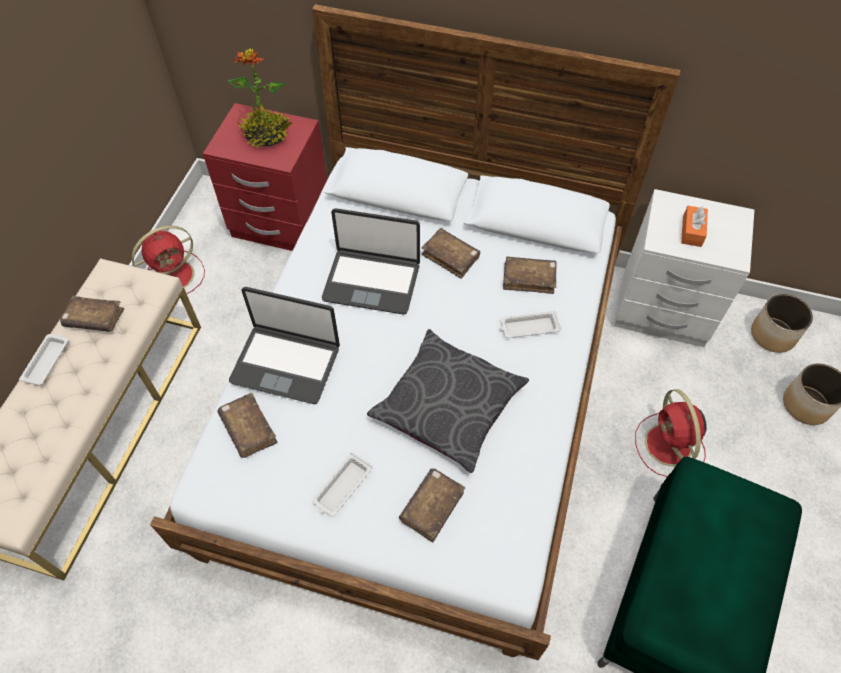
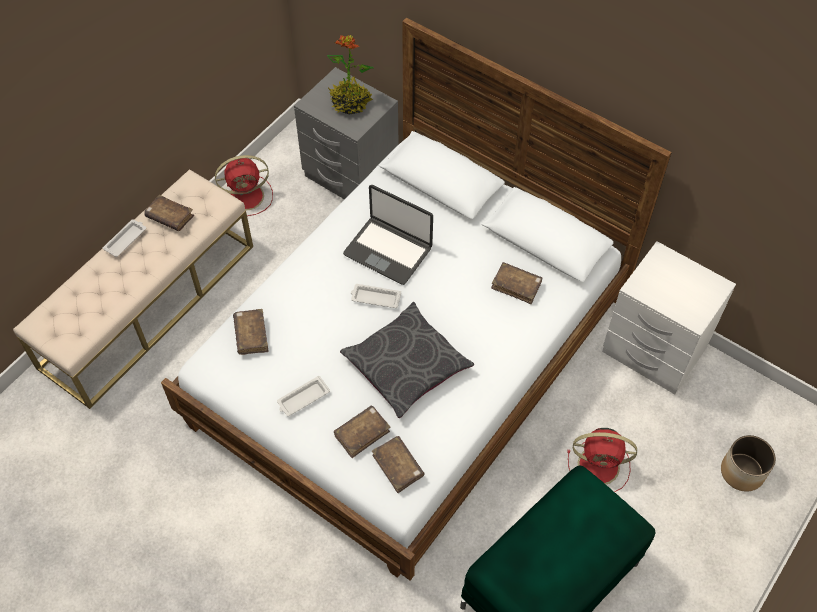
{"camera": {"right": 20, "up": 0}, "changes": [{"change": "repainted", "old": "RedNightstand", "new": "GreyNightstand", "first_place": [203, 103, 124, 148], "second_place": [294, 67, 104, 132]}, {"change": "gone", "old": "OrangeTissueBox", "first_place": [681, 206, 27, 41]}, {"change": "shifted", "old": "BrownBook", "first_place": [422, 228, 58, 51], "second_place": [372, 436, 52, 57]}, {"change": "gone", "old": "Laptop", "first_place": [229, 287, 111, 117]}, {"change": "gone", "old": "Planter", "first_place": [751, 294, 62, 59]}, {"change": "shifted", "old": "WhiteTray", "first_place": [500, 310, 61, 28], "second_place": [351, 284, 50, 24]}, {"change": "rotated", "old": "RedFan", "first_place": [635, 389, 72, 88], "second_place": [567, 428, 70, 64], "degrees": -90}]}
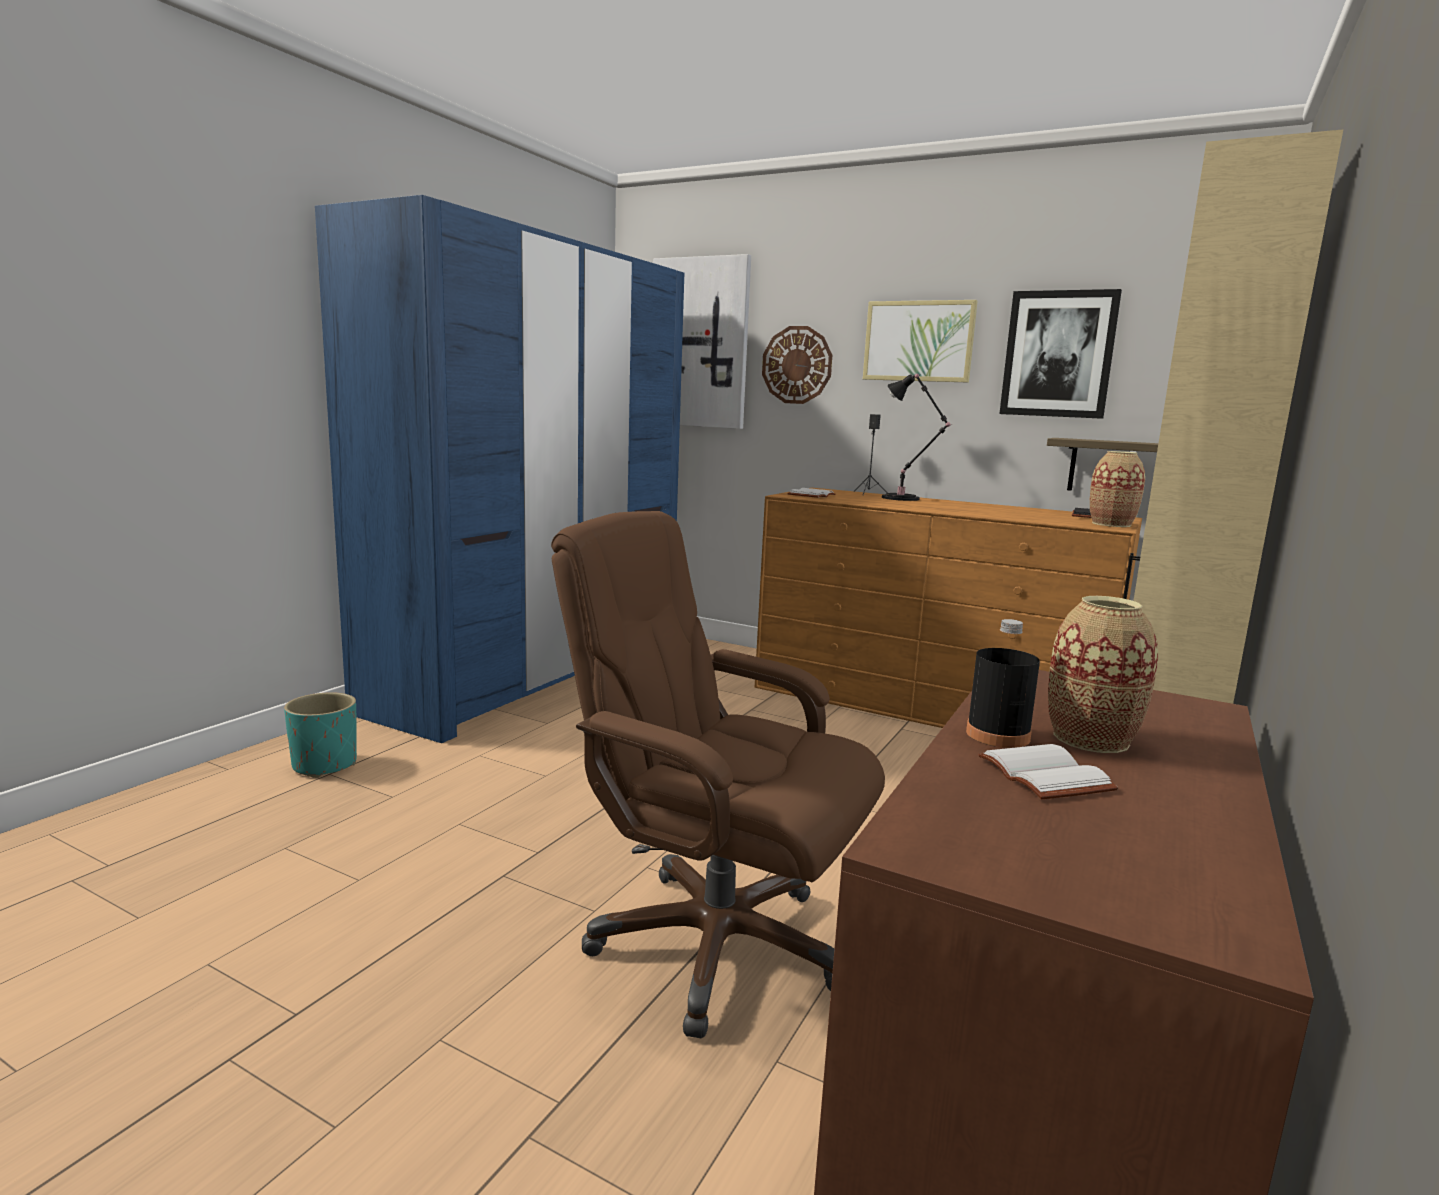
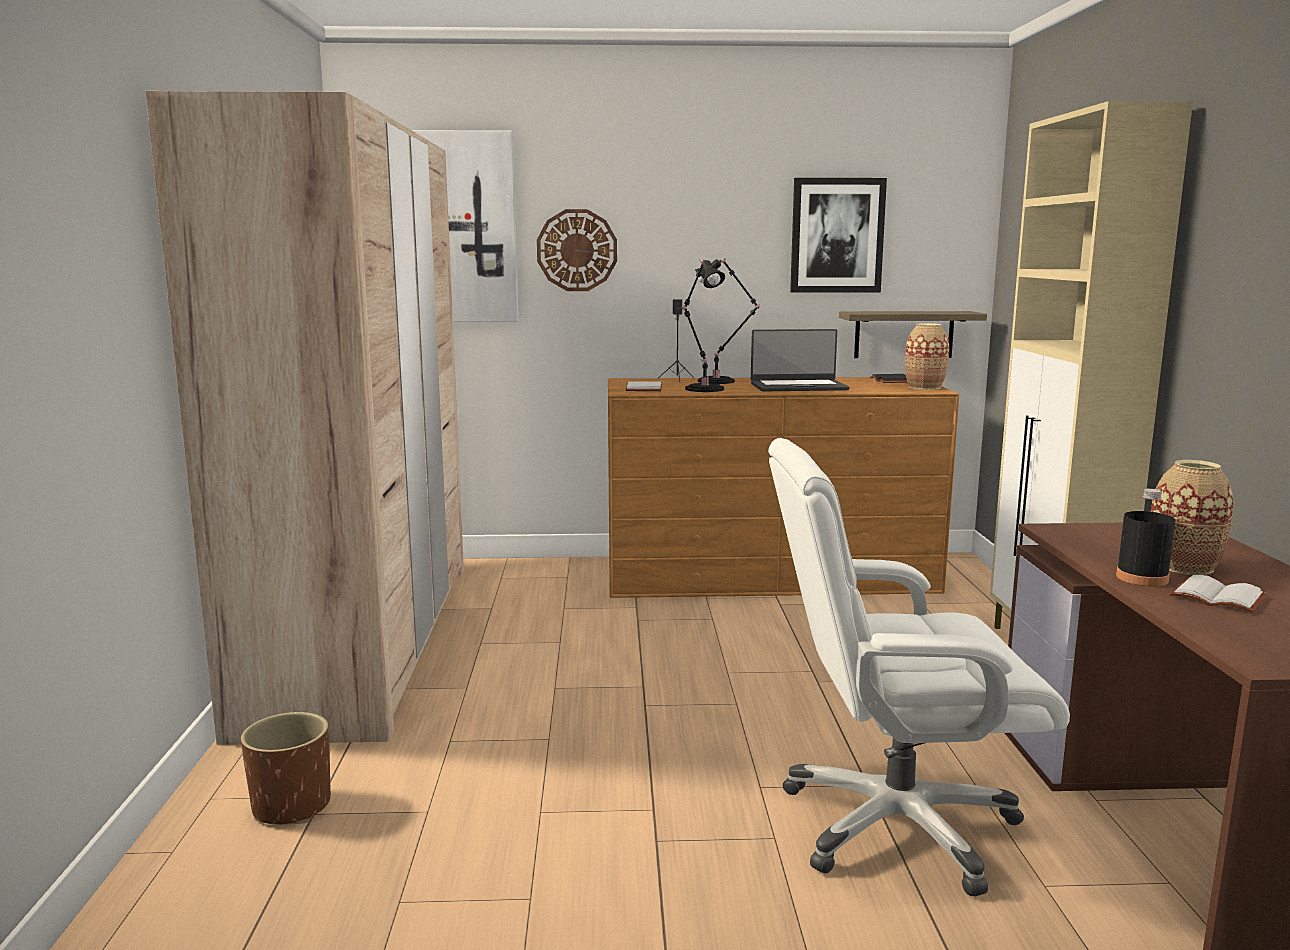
{"camera": {"right": -30, "up": 0}, "changes": [{"change": "repainted", "old": "BlueWardrobe", "new": "BeigeWardrobe", "first_place": [315, 195, 369, 548], "second_place": [145, 91, 319, 654]}, {"change": "gone", "old": "Picture", "first_place": [863, 300, 115, 83]}, {"change": "repainted", "old": "BrownOfficeChair", "new": "WhiteOfficeChair", "first_place": [551, 511, 334, 528], "second_place": [768, 438, 302, 459]}, {"change": "repainted", "old": "TurquoisePlanter", "new": "BrownPlanter", "first_place": [284, 692, 73, 86], "second_place": [241, 712, 90, 113]}, {"change": "new", "new": "BlackTableLamp", "second_place": [680, 259, 45, 133]}, {"change": "new", "new": "Laptop", "second_place": [751, 329, 99, 62]}]}
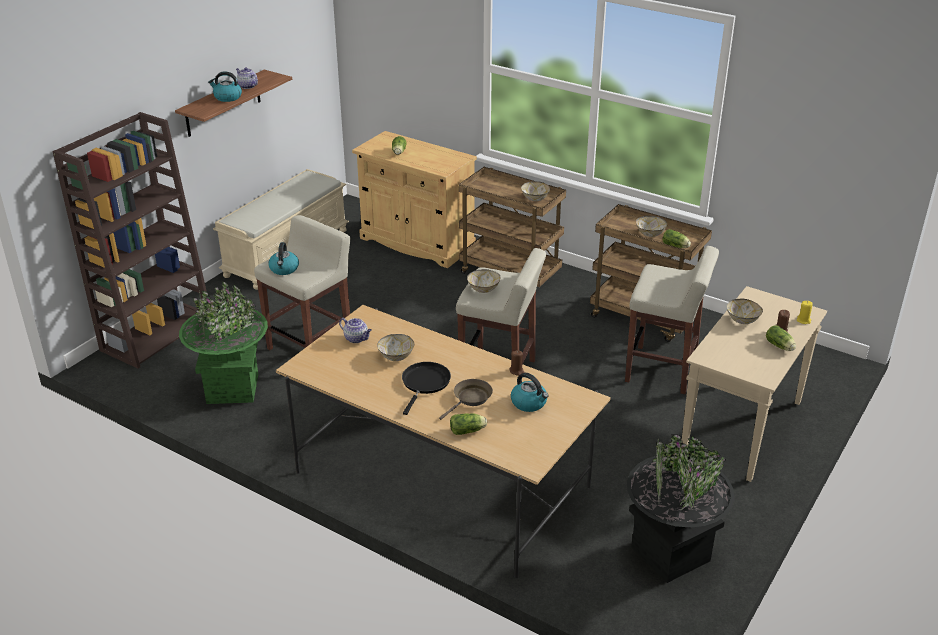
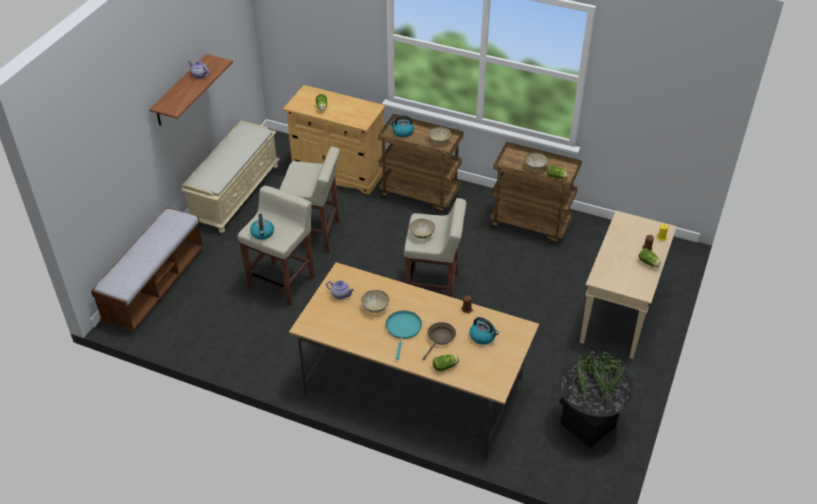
{"camera": {"right": -10, "up": 10}, "changes": [{"change": "shifted", "old": "Kettle", "first_place": [208, 71, 34, 31], "second_place": [389, 115, 25, 22]}, {"change": "swapped", "old": "BrownBookcase", "new": "Bench", "first_place": [52, 112, 156, 256], "second_place": [91, 207, 113, 124]}, {"change": "shifted", "old": "BeigeStool", "first_place": [625, 246, 94, 148], "second_place": [279, 147, 61, 106]}, {"change": "gone", "old": "GreenPlanter", "first_place": [179, 282, 89, 122]}, {"change": "gone", "old": "Bowl", "first_place": [727, 299, 36, 25]}, {"change": "repainted", "old": "BlackFryingPan", "new": "TurquoiseFryingPan", "first_place": [402, 362, 49, 53], "second_place": [386, 311, 36, 49]}]}
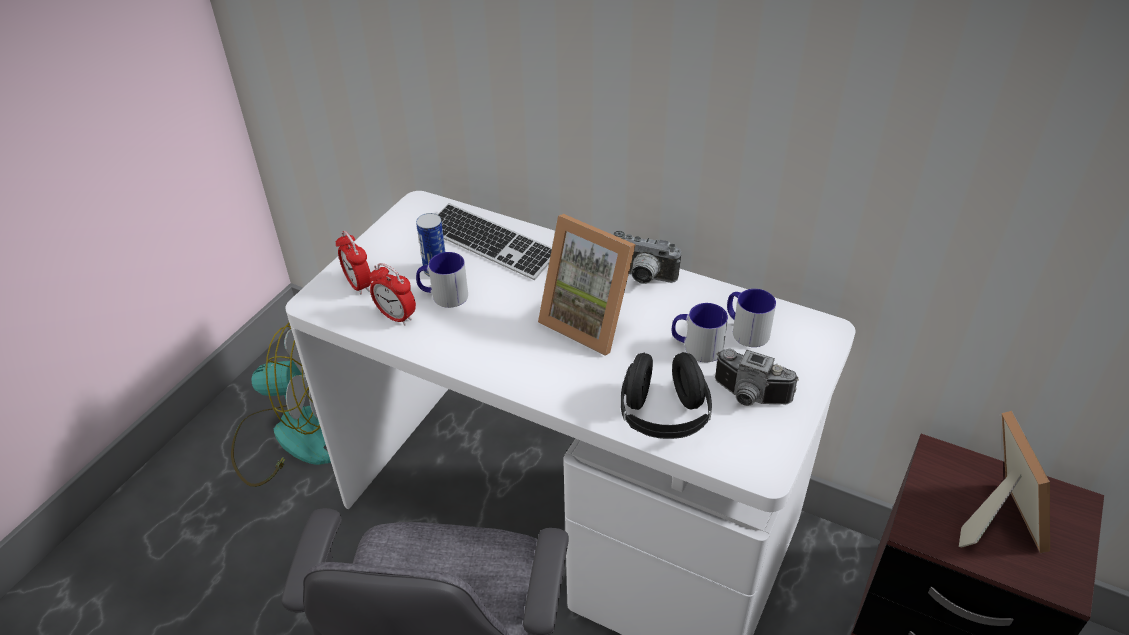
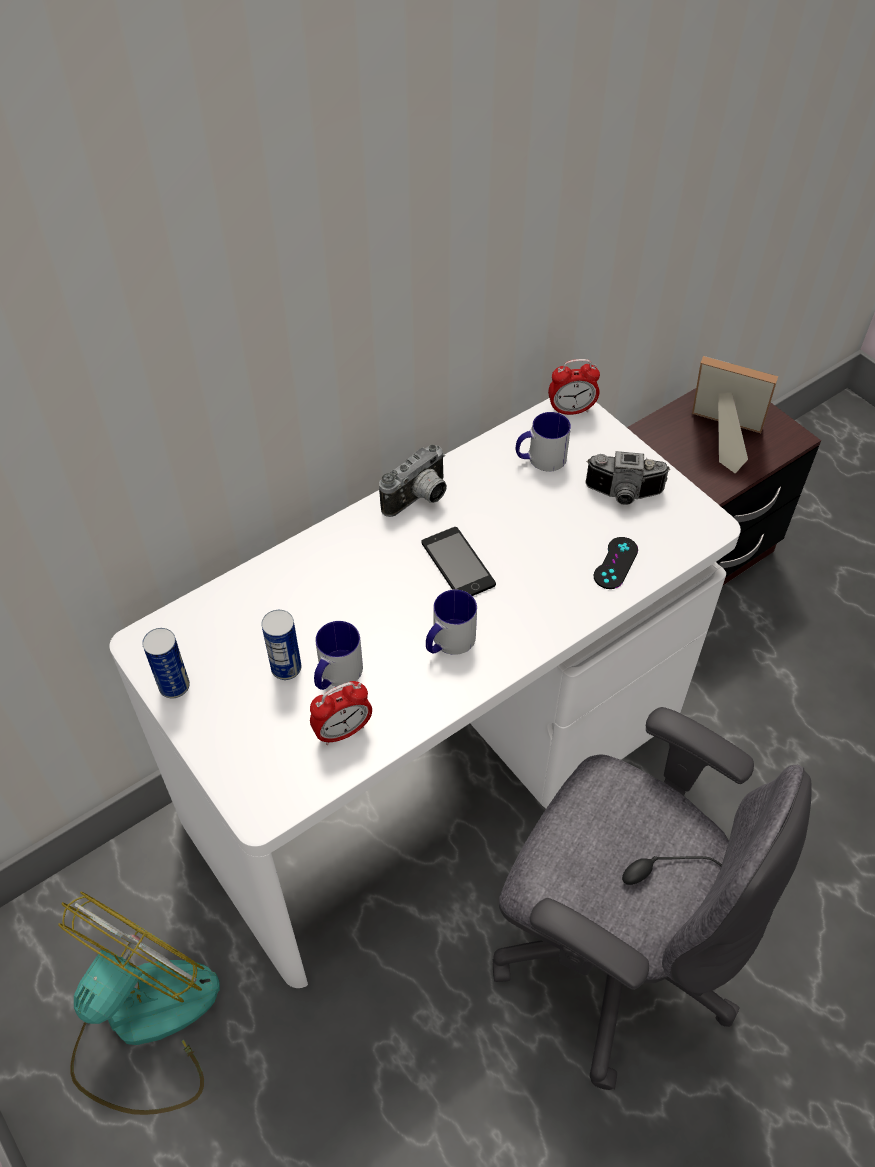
{"camera": {"right": -65, "up": 10}, "changes": [{"change": "gone", "old": "Keyboard", "first_place": [437, 203, 115, 77]}, {"change": "swapped", "old": "PictureFrame", "new": "Phone", "first_place": [538, 214, 98, 142], "second_place": [421, 527, 75, 69]}, {"change": "shifted", "old": "AlarmClock", "first_place": [336, 231, 36, 64], "second_place": [548, 359, 52, 56]}, {"change": "shifted", "old": "Mug", "first_place": [672, 303, 56, 59], "second_place": [426, 589, 51, 66]}, {"change": "rotated", "old": "PhotoCamera", "first_place": [715, 349, 84, 57], "second_place": [585, 451, 85, 54], "degrees": 45}, {"change": "swapped", "old": "BlackHeadphones", "new": "BlackGameController", "first_place": [621, 352, 91, 87], "second_place": [594, 537, 44, 52]}, {"change": "new", "new": "Can", "second_place": [142, 628, 48, 70]}]}
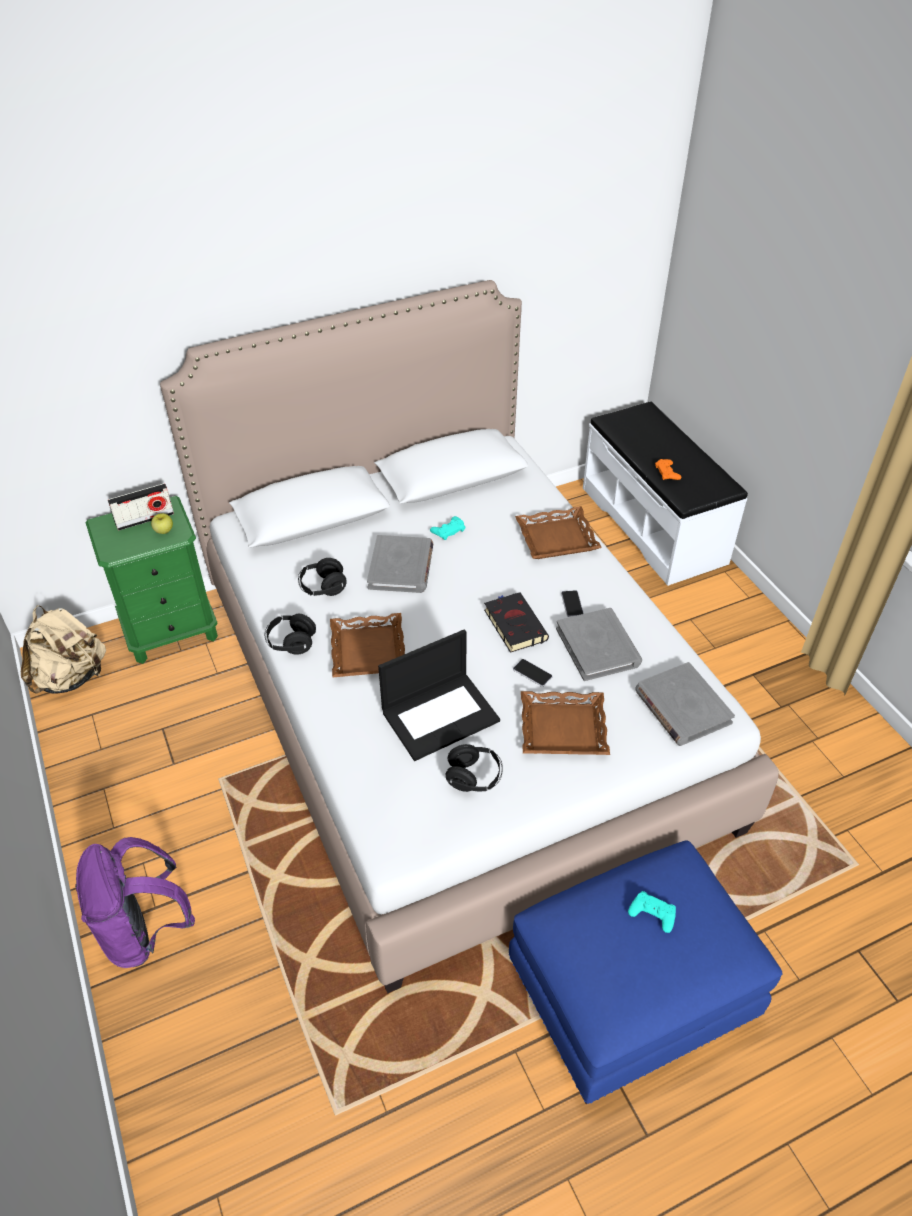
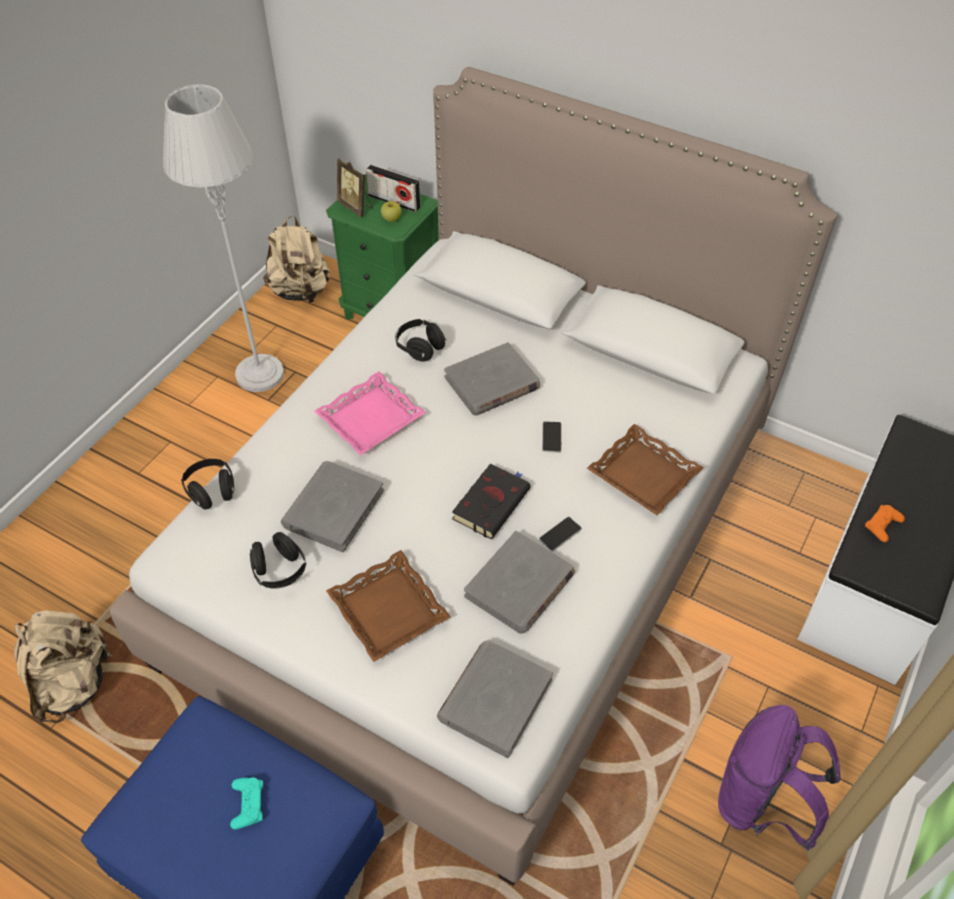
{"camera": {"right": 55, "up": 5}, "changes": [{"change": "gone", "old": "TurquoiseGameController", "first_place": [430, 516, 36, 24]}, {"change": "repainted", "old": "BrownTray", "new": "PinkTray", "first_place": [330, 613, 75, 65], "second_place": [314, 371, 112, 84]}, {"change": "shifted", "old": "BlackHeadphones", "first_place": [264, 614, 52, 40], "second_place": [181, 459, 53, 51]}, {"change": "swapped", "old": "Laptop", "new": "GreyBook", "first_place": [378, 629, 122, 132], "second_place": [281, 461, 103, 91]}, {"change": "shifted", "old": "Phone", "first_place": [513, 659, 40, 28], "second_place": [542, 421, 20, 32]}, {"change": "shifted", "old": "PurpleBackpack", "first_place": [75, 837, 120, 131], "second_place": [718, 705, 123, 146]}, {"change": "new", "new": "GreyFloorLamp", "second_place": [163, 84, 121, 308]}, {"change": "new", "new": "PictureFrame", "second_place": [337, 158, 36, 59]}, {"change": "new", "new": "BeigeBackpack", "second_place": [14, 611, 99, 112]}]}
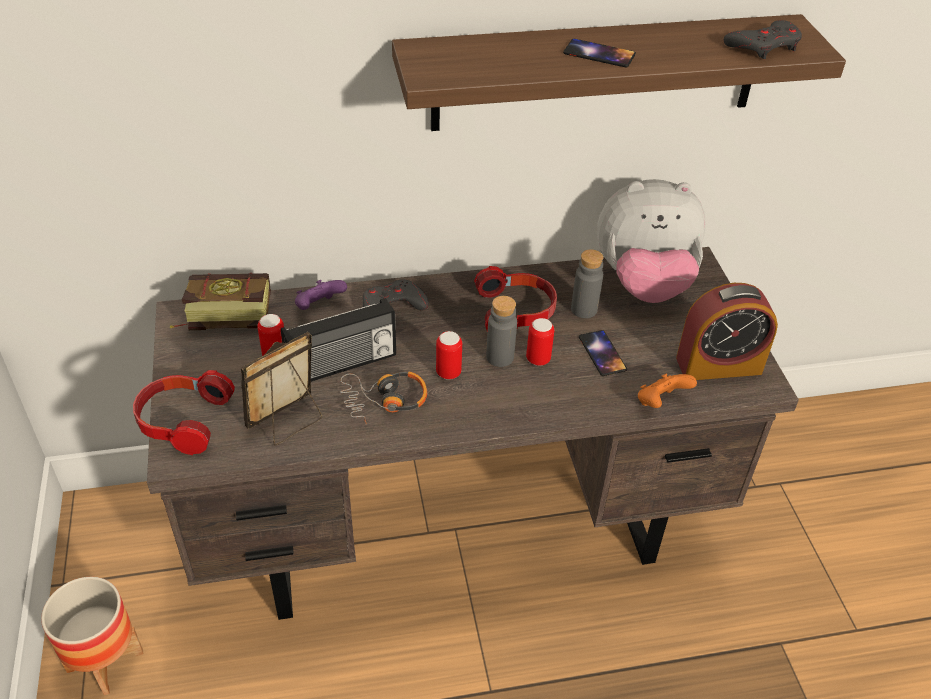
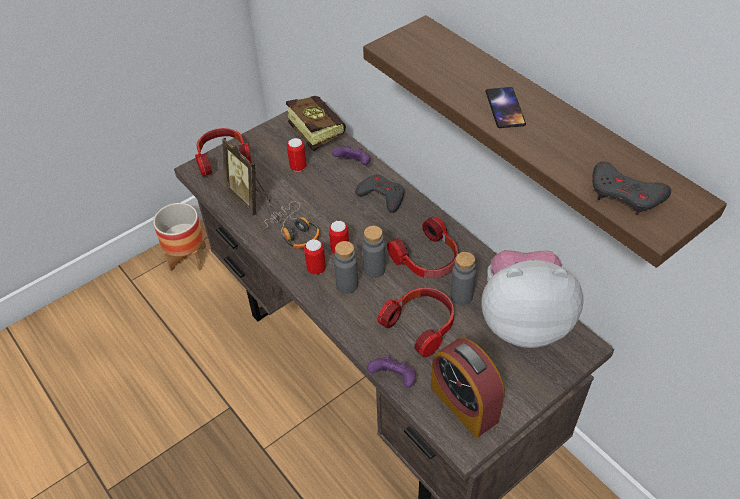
{"camera": {"right": 65, "up": 5}, "changes": [{"change": "rotated", "old": "PlushToy", "first_place": [597, 179, 109, 124], "second_place": [481, 250, 102, 98], "degrees": 120}, {"change": "gone", "old": "Radio", "first_place": [281, 298, 115, 84]}, {"change": "shifted", "old": "Can", "first_place": [526, 318, 28, 48], "second_place": [304, 239, 22, 36]}, {"change": "swapped", "old": "Phone", "new": "Headphones", "first_place": [579, 330, 48, 46], "second_place": [377, 288, 77, 69]}, {"change": "rotated", "old": "PictureFrame", "first_place": [241, 332, 81, 114], "second_place": [222, 137, 48, 79], "degrees": -150}, {"change": "repainted", "old": "OrangeGameController", "new": "PurpleGameController", "first_place": [638, 374, 59, 34], "second_place": [367, 355, 49, 33]}, {"change": "new", "new": "GreyBottle", "second_place": [334, 241, 24, 53]}]}
